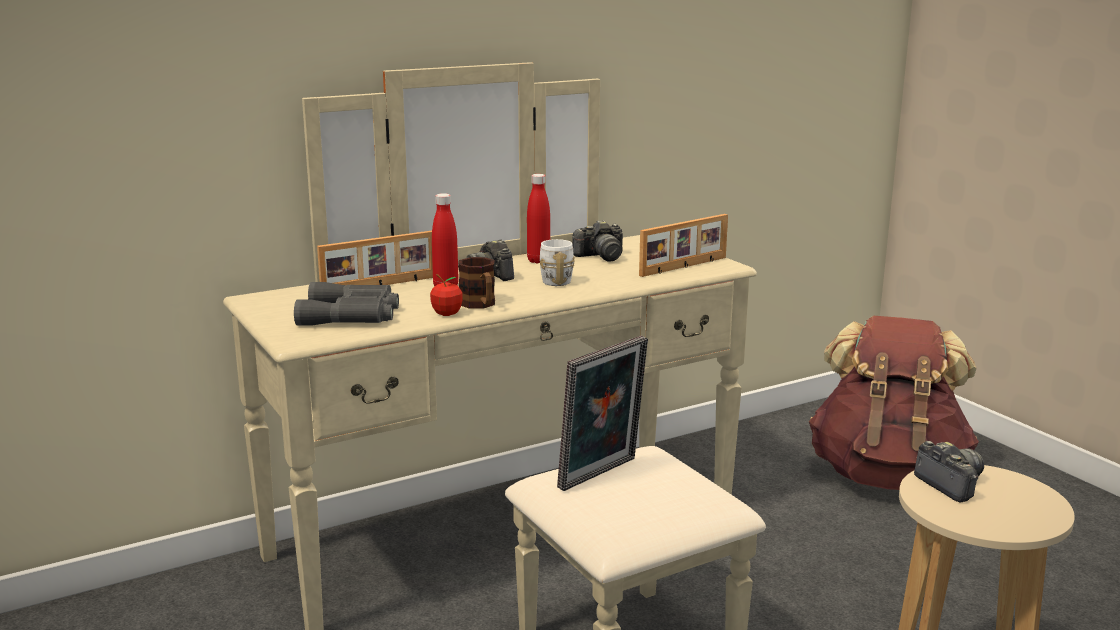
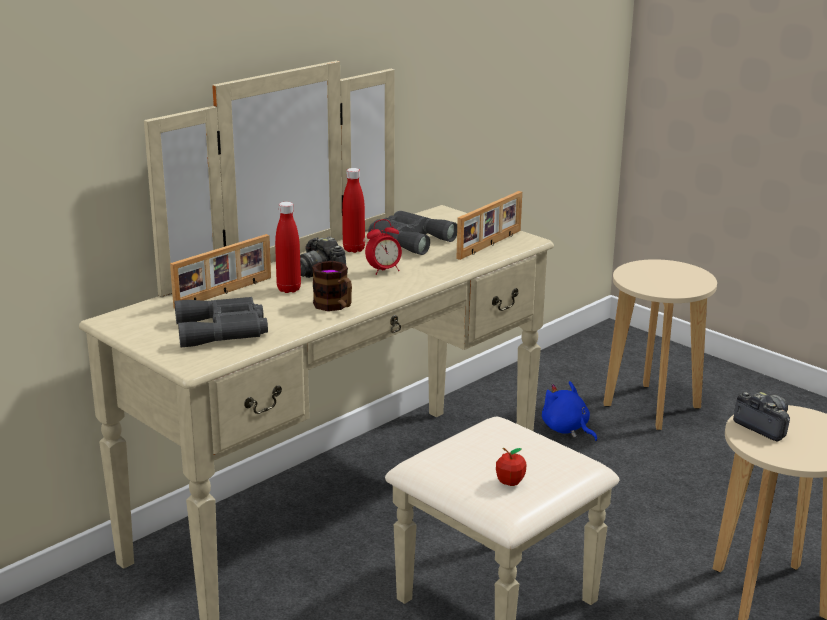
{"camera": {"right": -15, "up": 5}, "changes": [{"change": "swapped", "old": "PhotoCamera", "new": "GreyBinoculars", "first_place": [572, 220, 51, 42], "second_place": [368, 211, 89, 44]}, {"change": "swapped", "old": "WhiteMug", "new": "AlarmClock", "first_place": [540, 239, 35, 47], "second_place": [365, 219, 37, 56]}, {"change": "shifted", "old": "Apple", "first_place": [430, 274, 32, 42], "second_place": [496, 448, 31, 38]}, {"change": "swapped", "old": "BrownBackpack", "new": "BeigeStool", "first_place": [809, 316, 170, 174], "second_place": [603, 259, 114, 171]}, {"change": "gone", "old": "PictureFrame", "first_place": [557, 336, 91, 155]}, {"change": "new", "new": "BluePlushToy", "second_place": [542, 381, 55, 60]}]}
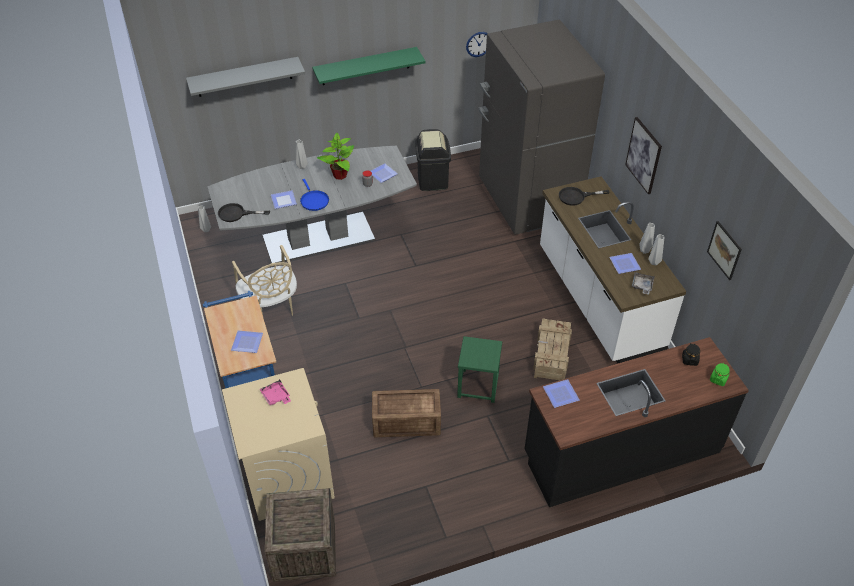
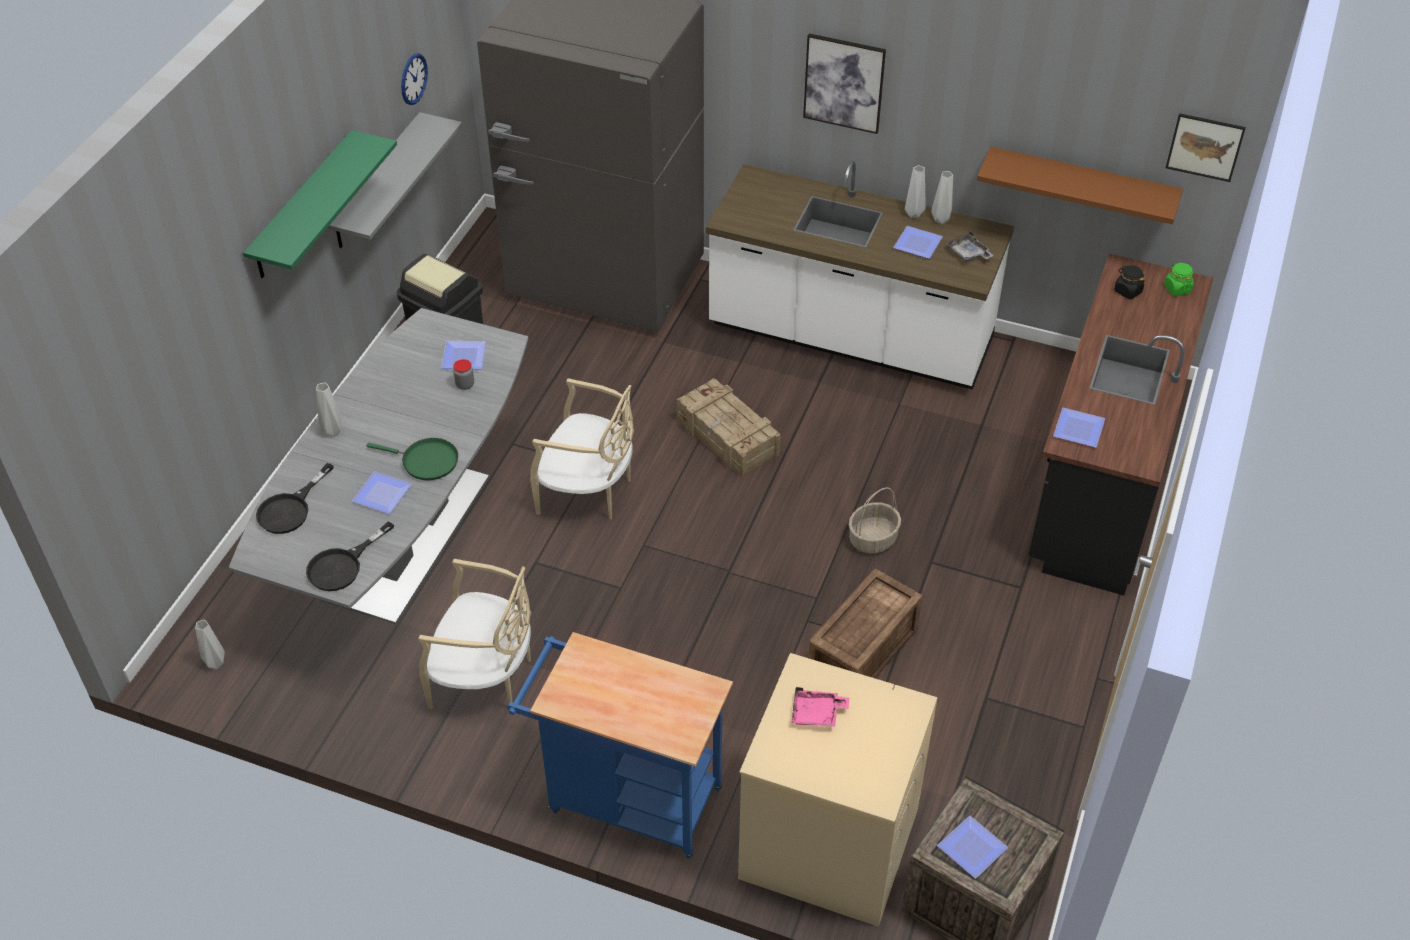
{"camera": {"right": -50, "up": 0}, "changes": [{"change": "shifted", "old": "GreyShelf", "first_place": [186, 57, 119, 40], "second_place": [327, 112, 135, 136]}, {"change": "gone", "old": "PottedPlant", "first_place": [317, 133, 37, 47]}, {"change": "repainted", "old": "BlueFryingPan", "new": "GreenFryingPan", "first_place": [300, 179, 29, 32], "second_place": [366, 438, 92, 42]}, {"change": "shifted", "old": "BlackFryingPan", "first_place": [559, 187, 51, 19], "second_place": [256, 463, 78, 71]}, {"change": "shifted", "old": "Picture", "first_place": [707, 221, 35, 59], "second_place": [1166, 113, 80, 69]}, {"change": "shifted", "old": "Crate", "first_place": [533, 318, 39, 62], "second_place": [677, 378, 104, 100]}, {"change": "shifted", "old": "Plate", "first_place": [231, 331, 32, 22], "second_place": [937, 816, 71, 62]}, {"change": "swapped", "old": "GreenStool", "new": "Basket", "first_place": [457, 336, 45, 67], "second_place": [849, 487, 52, 66]}, {"change": "new", "new": "BrownShelf", "second_place": [977, 146, 206, 78]}, {"change": "new", "new": "BeigeChair", "second_place": [530, 378, 104, 141]}]}
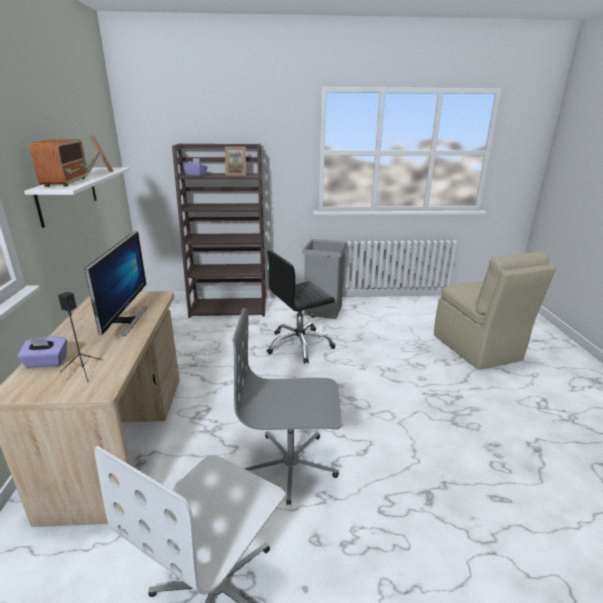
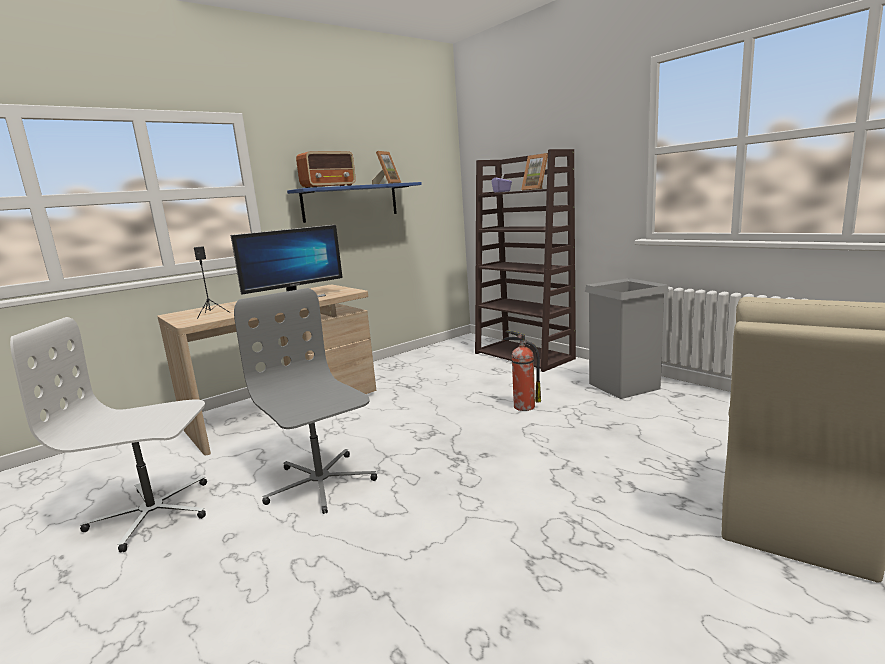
{"camera": {"right": 55, "up": -10}, "changes": [{"change": "repainted", "old": "WhiteShelf", "new": "BlueShelf", "first_place": [24, 168, 106, 60], "second_place": [287, 182, 135, 41]}, {"change": "swapped", "old": "BlackOfficeChair", "new": "FireExtinguisher", "first_place": [267, 250, 68, 114], "second_place": [503, 330, 38, 81]}, {"change": "gone", "old": "PurpleTissueBox", "first_place": [17, 337, 50, 31]}]}
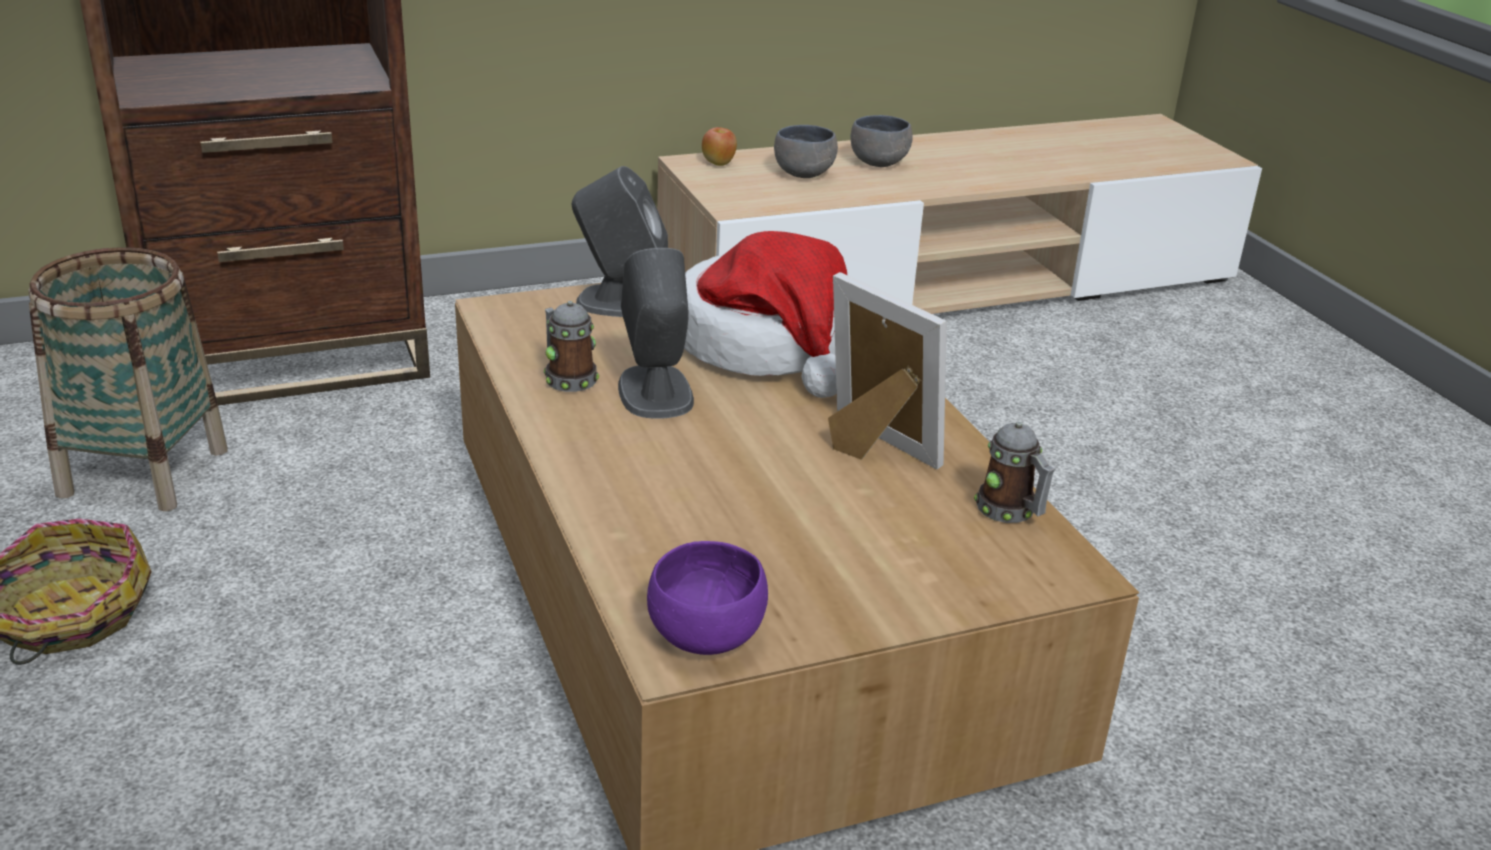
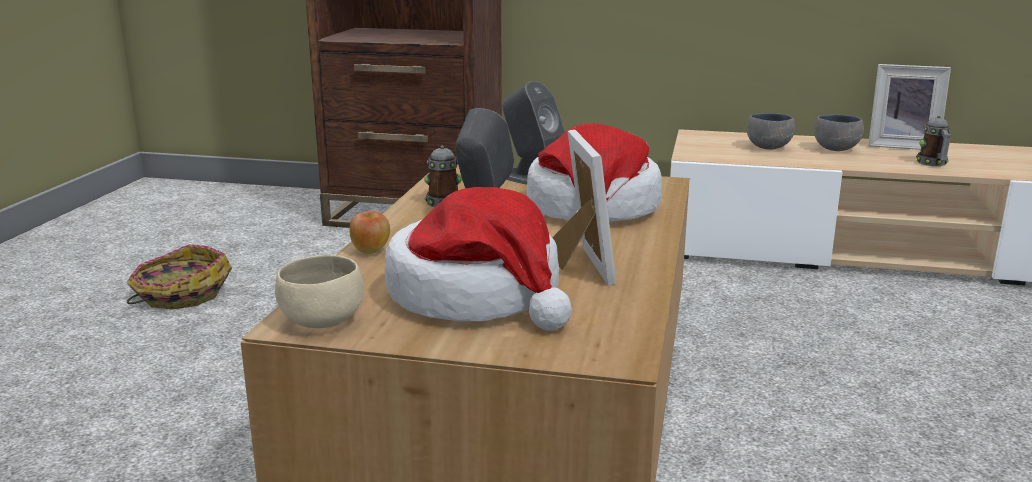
{"camera": {"right": 35, "up": -10}, "changes": [{"change": "shifted", "old": "Apple", "first_place": [702, 127, 35, 39], "second_place": [350, 211, 40, 43]}, {"change": "gone", "old": "Basket", "first_place": [29, 247, 199, 265]}, {"change": "shifted", "old": "Mug", "first_place": [974, 422, 81, 101], "second_place": [916, 115, 35, 51]}, {"change": "repainted", "old": "PurpleBowl", "new": "BeigeBowl", "first_place": [647, 541, 121, 114], "second_place": [275, 255, 89, 73]}, {"change": "new", "new": "PictureFrame", "second_place": [868, 64, 83, 86]}, {"change": "new", "new": "Hat", "second_place": [385, 187, 187, 144]}]}
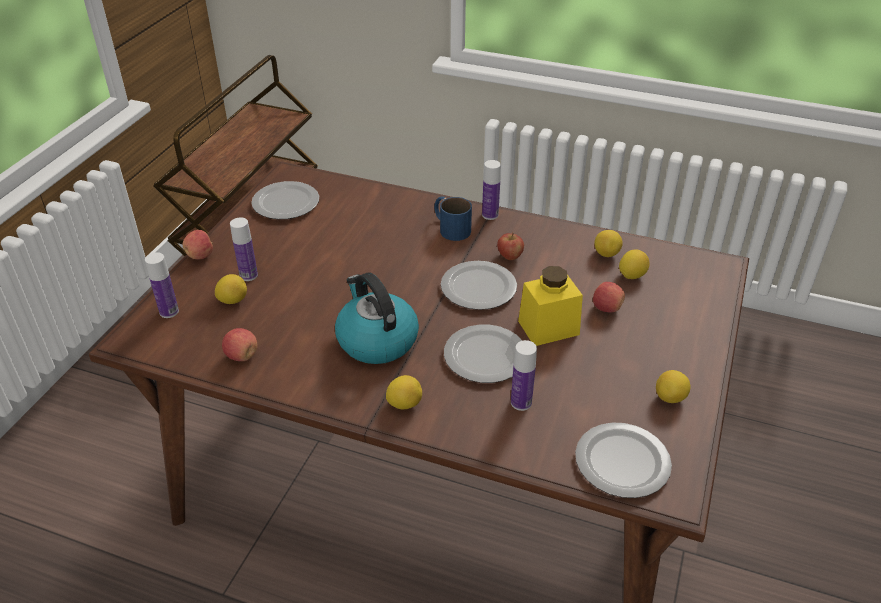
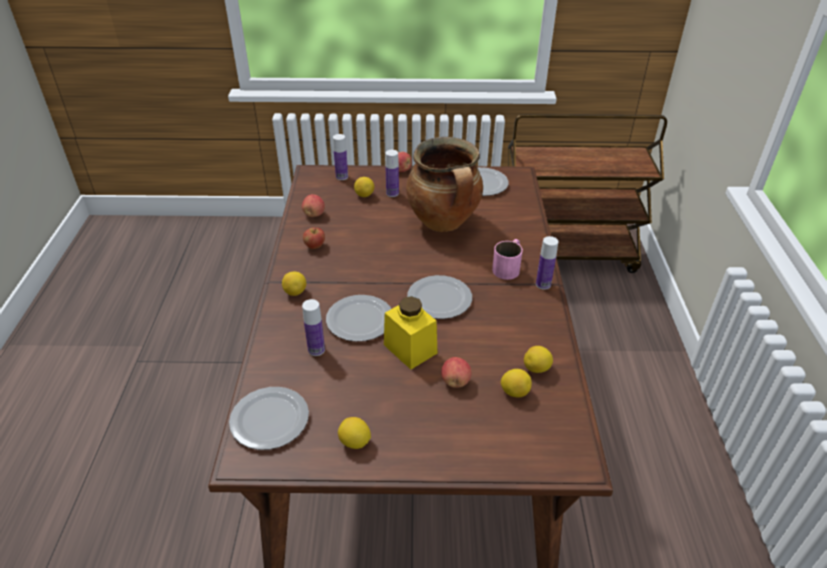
{"camera": {"right": 70, "up": 0}, "changes": [{"change": "repainted", "old": "BlueMug", "new": "PinkMug", "first_place": [434, 196, 38, 45], "second_place": [492, 239, 31, 41]}, {"change": "shifted", "old": "Apple", "first_place": [497, 232, 27, 28], "second_place": [303, 227, 22, 22]}, {"change": "gone", "old": "Kettle", "first_place": [335, 272, 84, 92]}, {"change": "new", "new": "CookingPot", "second_place": [406, 137, 77, 95]}]}
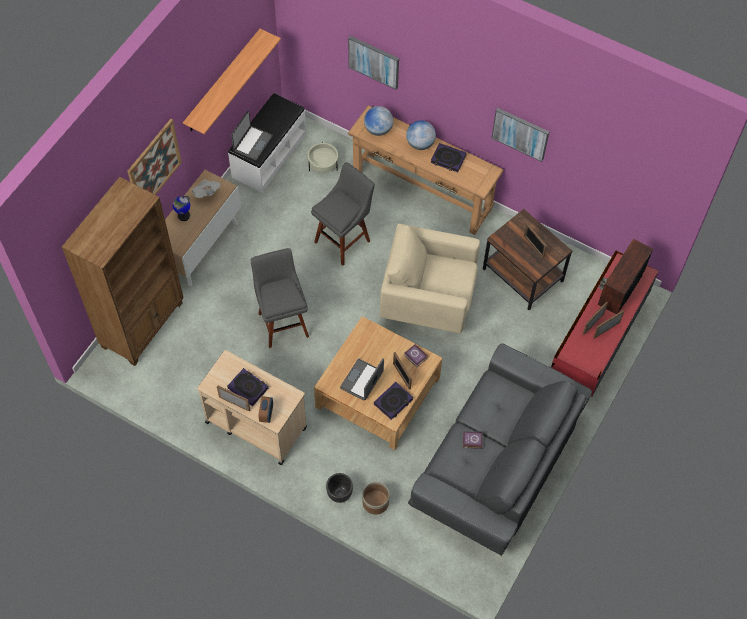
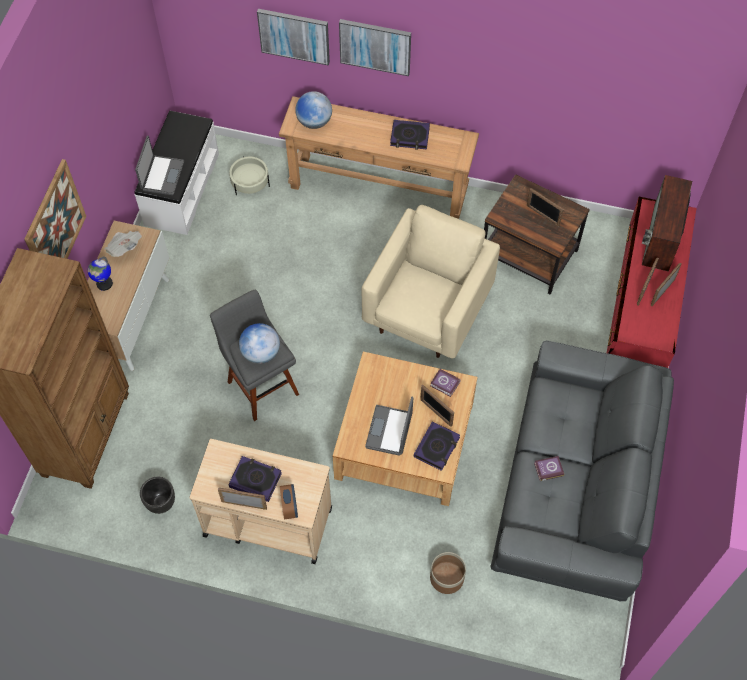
{"camera": {"right": -15, "up": 0}, "changes": [{"change": "gone", "old": "Shelf", "first_place": [183, 29, 98, 105]}, {"change": "shifted", "old": "Picture", "first_place": [492, 108, 57, 54], "second_place": [339, 19, 72, 57]}, {"change": "shifted", "old": "Globe", "first_place": [406, 120, 30, 30], "second_place": [239, 323, 41, 41]}, {"change": "gone", "old": "GreyStool", "first_place": [311, 162, 64, 104]}, {"change": "rotated", "old": "BeigeArmchair", "first_place": [380, 224, 100, 109], "second_place": [362, 205, 138, 153], "degrees": 120}, {"change": "shifted", "old": "BlackPlanter", "first_place": [326, 473, 27, 30], "second_place": [140, 477, 35, 37]}]}
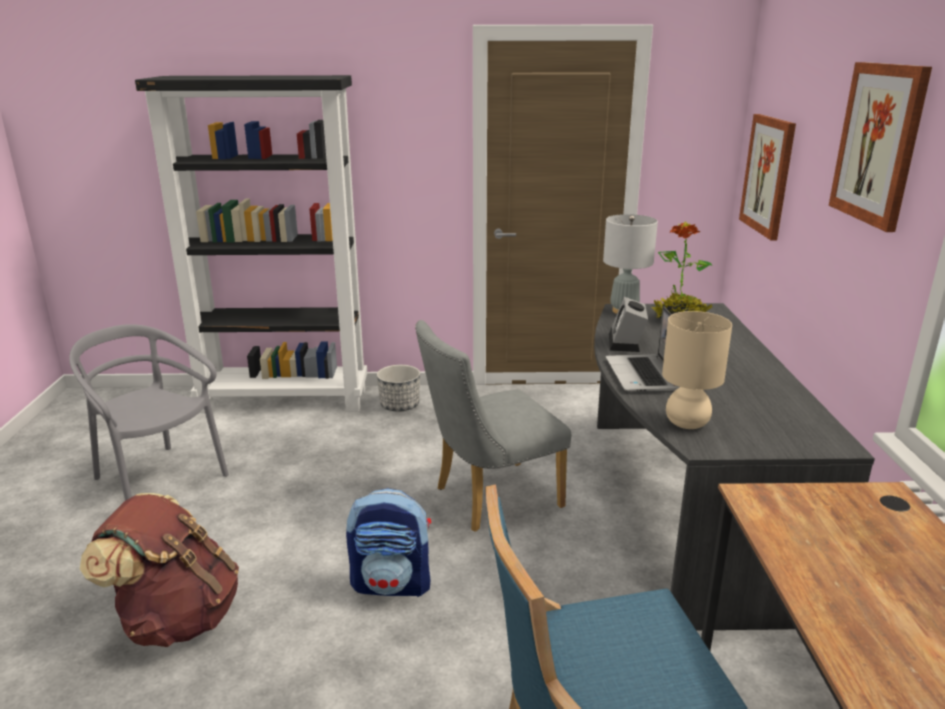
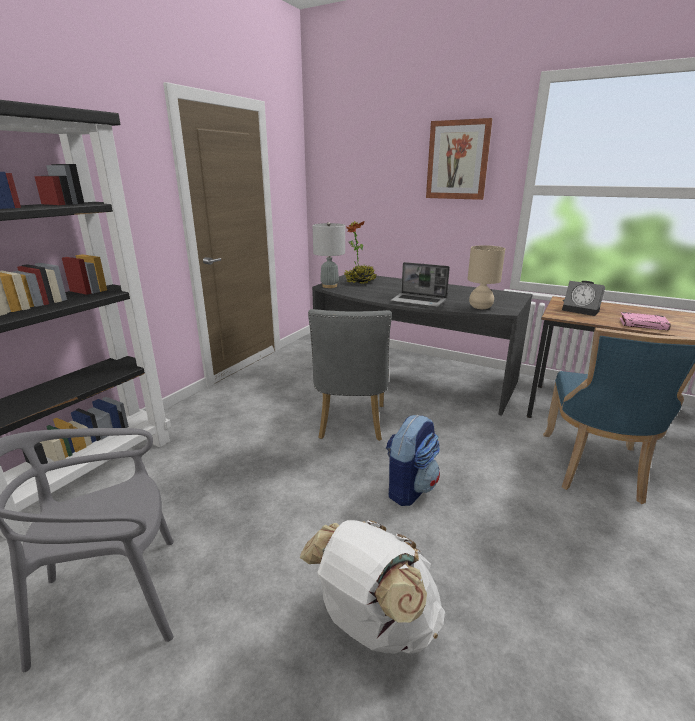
{"camera": {"right": -60, "up": 0}, "changes": [{"change": "gone", "old": "Picture", "first_place": [739, 114, 57, 126]}, {"change": "shifted", "old": "AlarmClock", "first_place": [609, 297, 39, 55], "second_place": [562, 281, 44, 35]}, {"change": "gone", "old": "Planter", "first_place": [377, 365, 43, 47]}, {"change": "repainted", "old": "BrownBackpack", "new": "WhiteBackpack", "first_place": [80, 493, 159, 154], "second_place": [300, 520, 145, 134]}, {"change": "new", "new": "PinkBook", "second_place": [620, 312, 51, 18]}]}
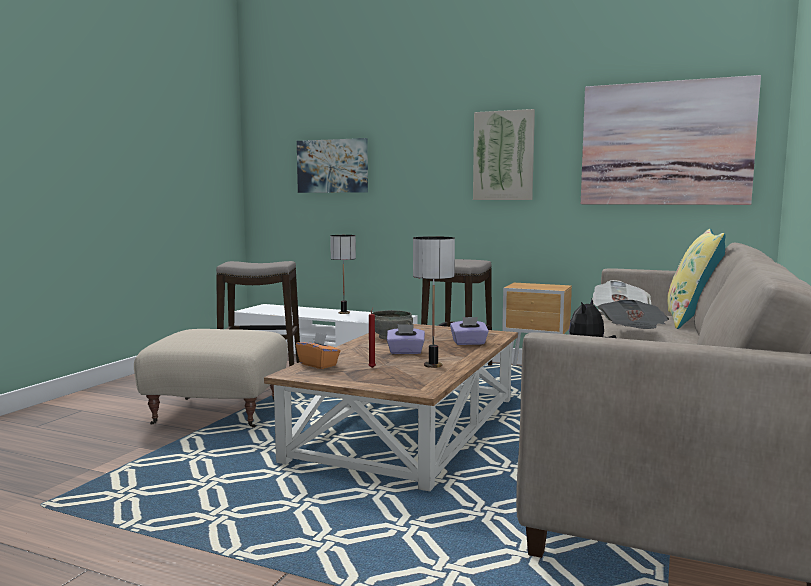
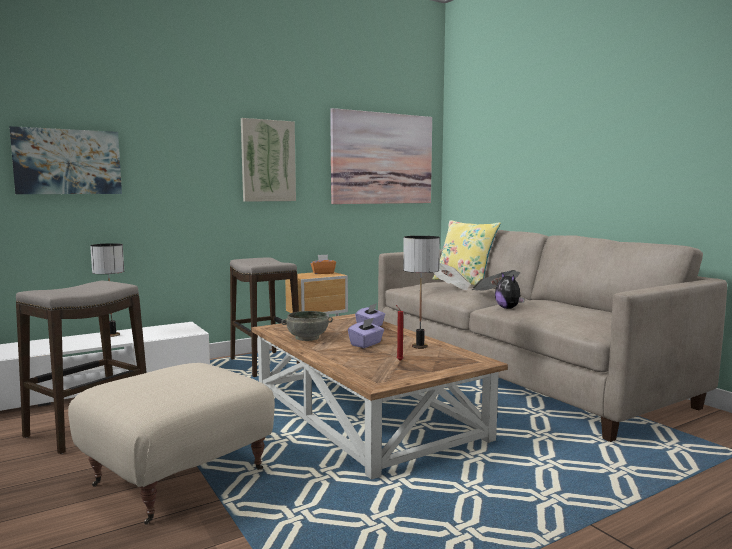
{"camera": {"right": -55, "up": 0}, "changes": [{"change": "shifted", "old": "OrangeTissueBox", "first_place": [296, 332, 44, 37], "second_place": [311, 254, 25, 20]}]}
